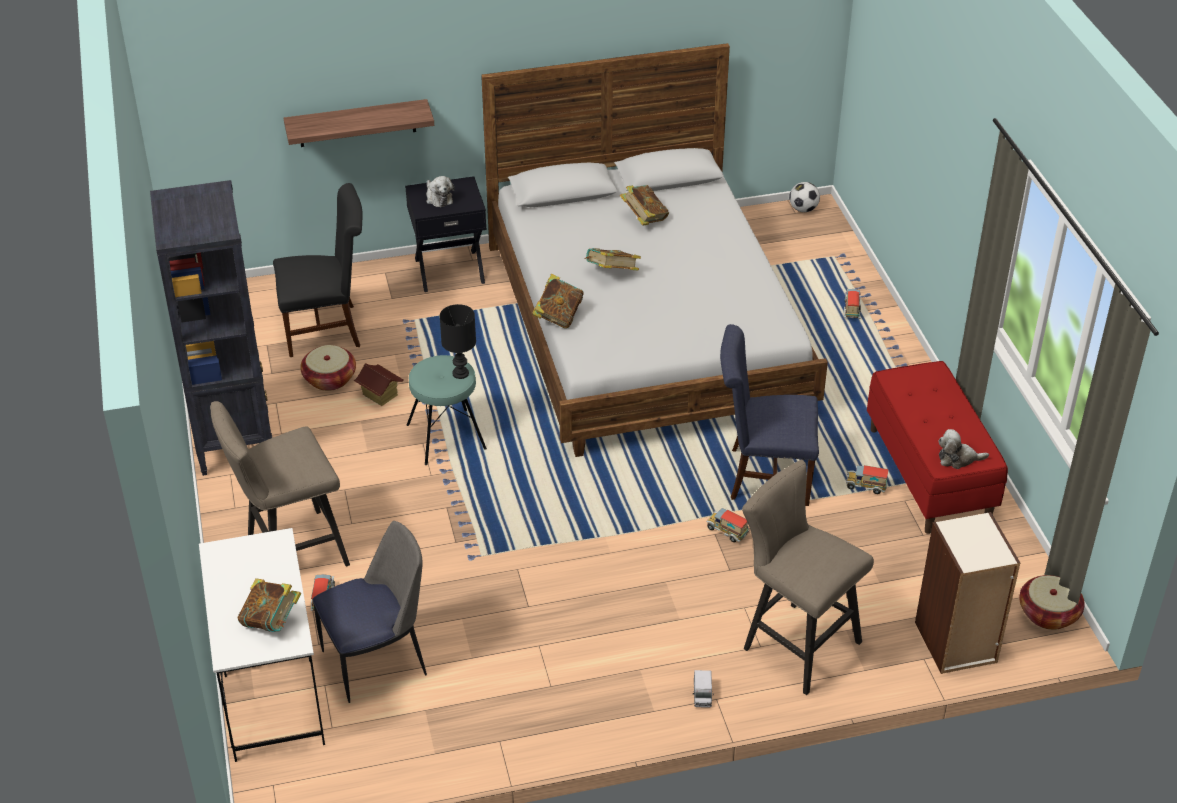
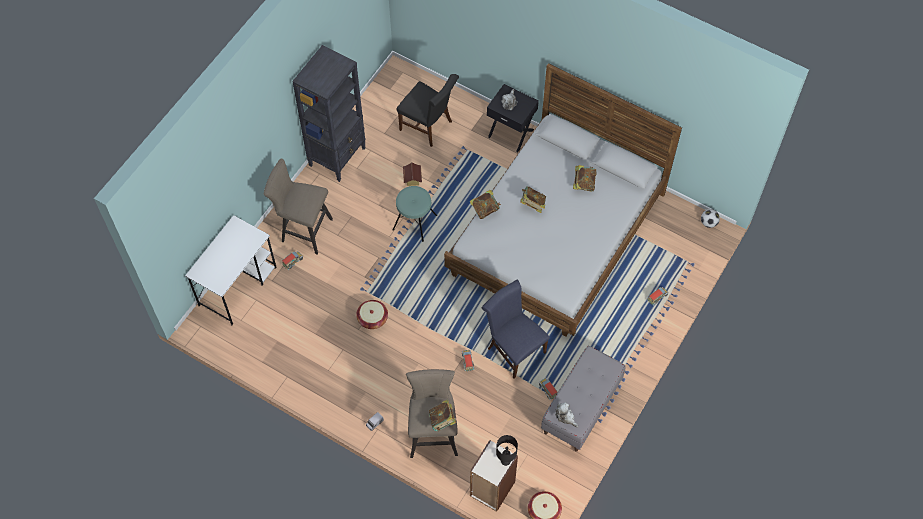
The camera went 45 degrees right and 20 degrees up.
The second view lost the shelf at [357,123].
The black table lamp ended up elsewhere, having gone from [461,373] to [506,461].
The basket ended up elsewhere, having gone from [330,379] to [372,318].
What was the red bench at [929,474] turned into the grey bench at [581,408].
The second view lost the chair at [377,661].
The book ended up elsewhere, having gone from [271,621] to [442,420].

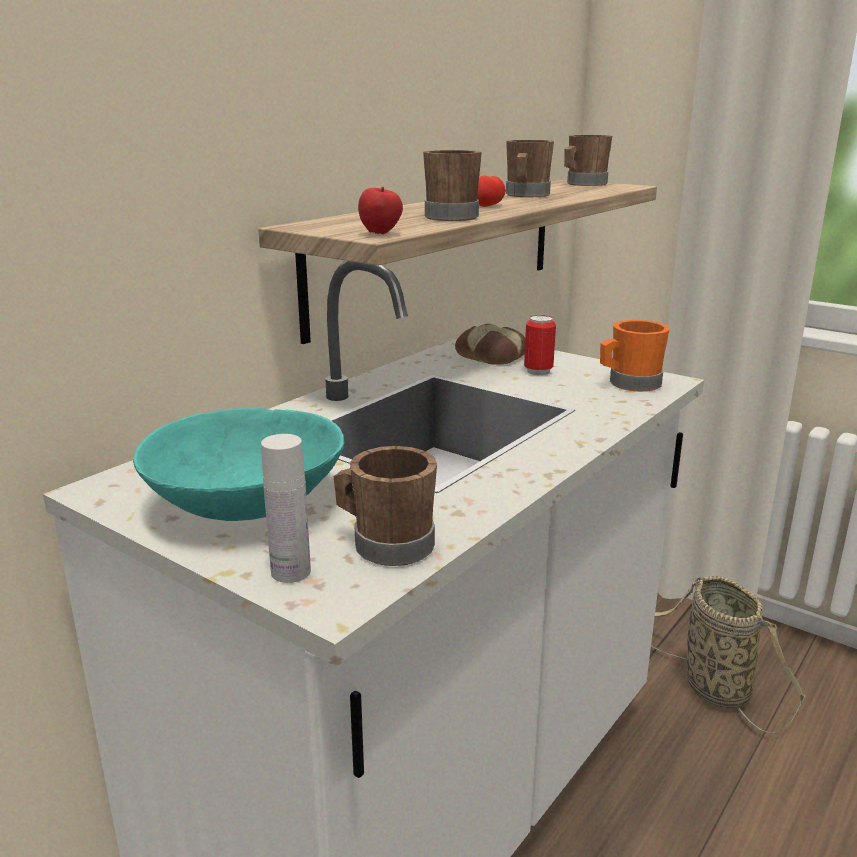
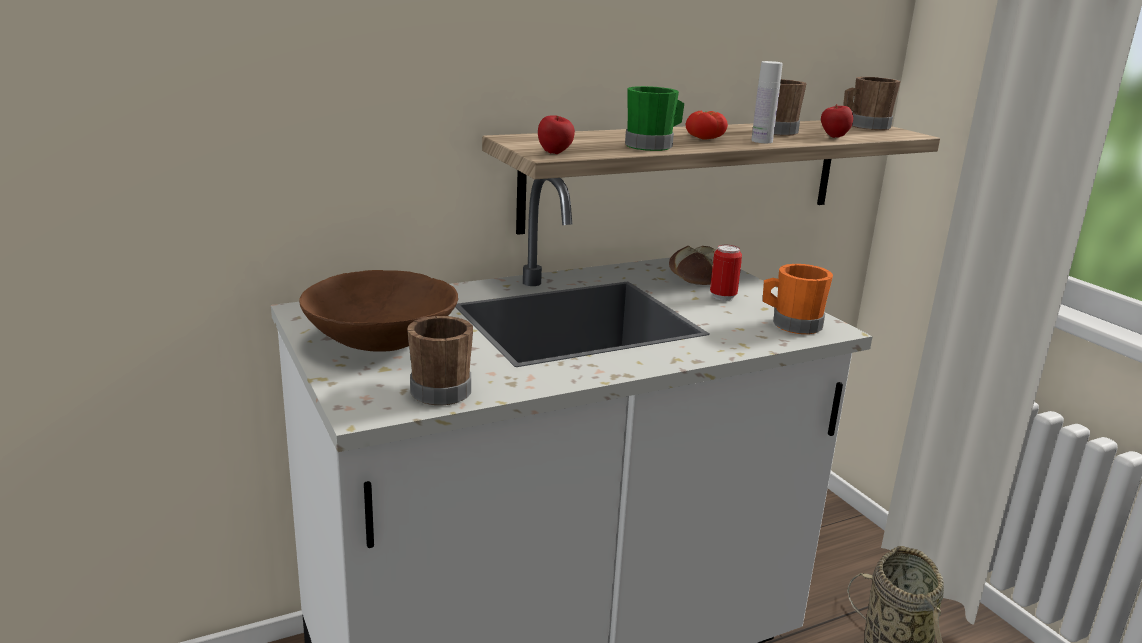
The camera went 25 degrees right and 0 degrees up.
What was the brown mug at [455,216] turned into the green mug at [653,145].
What was the turquoise bowl at [247,502] turned into the brown bowl at [382,340].
The white bottle ended up elsewhere, having gone from [291,572] to [762,141].
The second view gained the apple at [834,137].

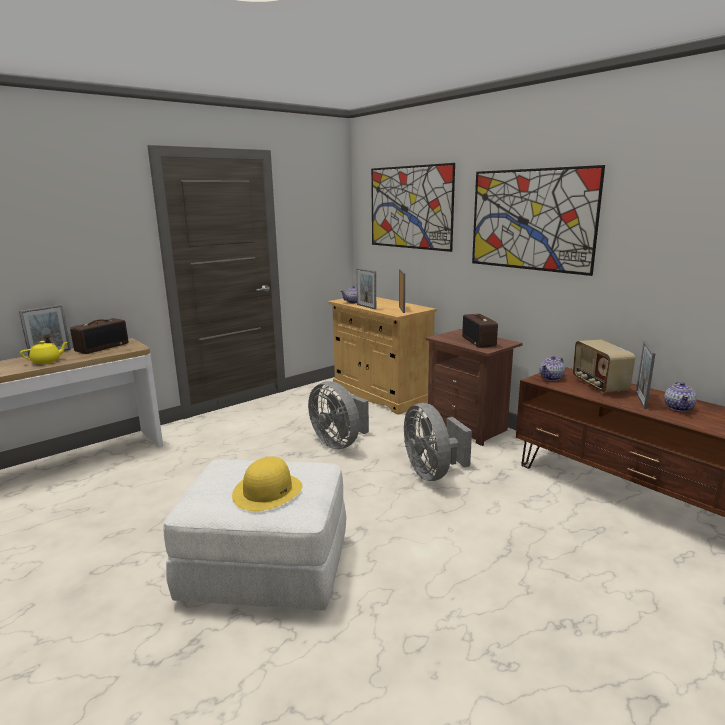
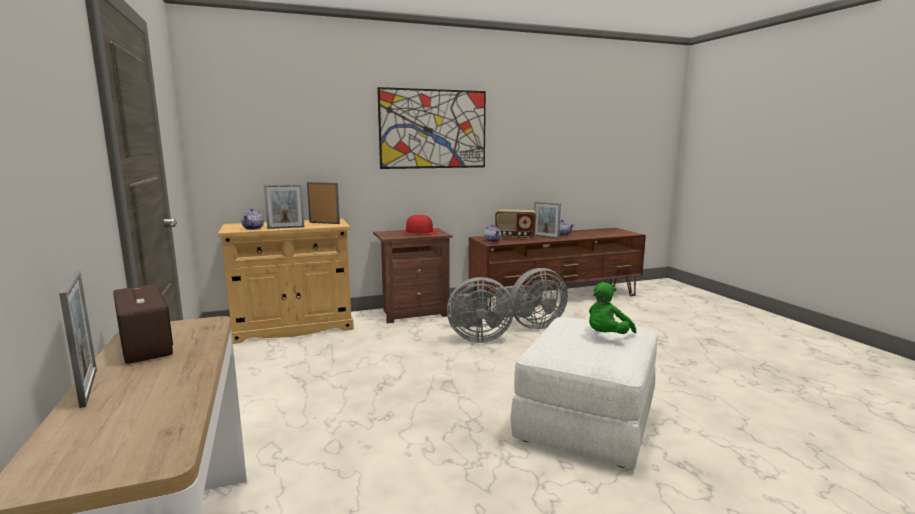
The camera went 70 degrees left and 5 degrees down.
The second view lost the picture at [410,207].
Where the radio stood at [479,341], the red hat came to stand at [419,232].
The second view lost the yellow teapot at [47,361].
The grey fan ended up elsewhere, having gone from [339,443] to [531,326].
Where the yellow hat stood at [268,491], the green plush toy came to stand at [607,336].

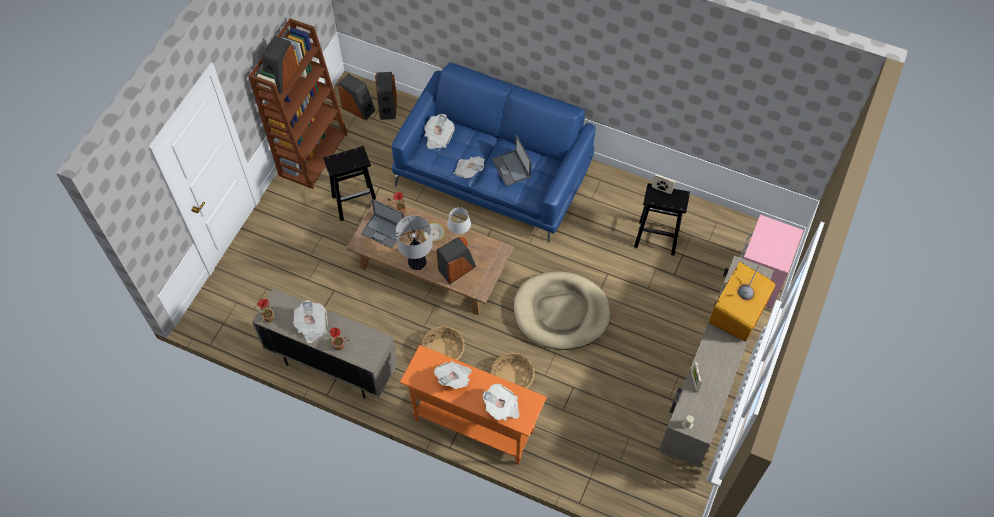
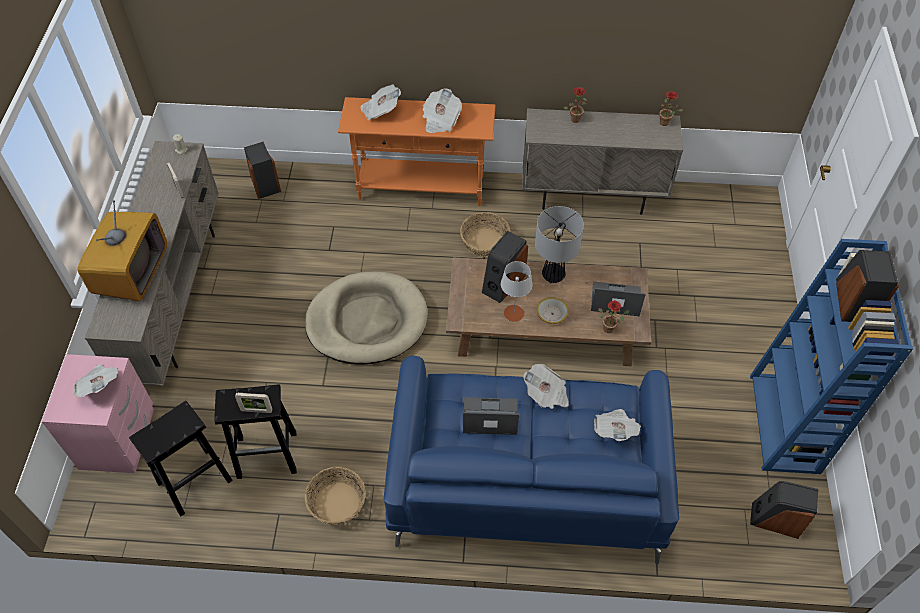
The camera went 160 degrees right and 5 degrees down.
What was the brown bookcase at [313,154] turned into the blue bookcase at [785,424].
The speaker ended up elsewhere, having gone from [387,107] to [264,183].
The laptop at [511,168] ended up facing another way, 45 degrees counterclockwise from before.
The black stool ended up elsewhere, having gone from [356,202] to [193,482].
The newspaper ended up elsewhere, having gone from [312,326] to [99,386].
The basket ended up elsewhere, having gone from [512,379] to [337,503].

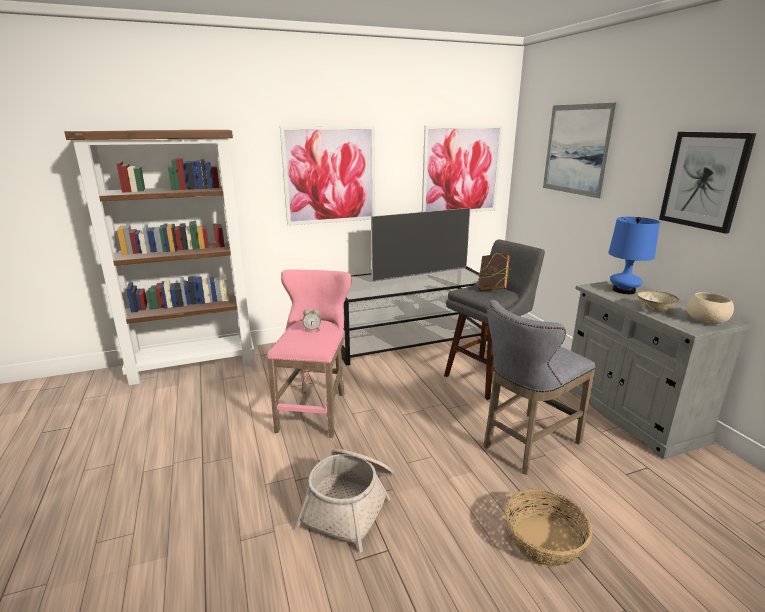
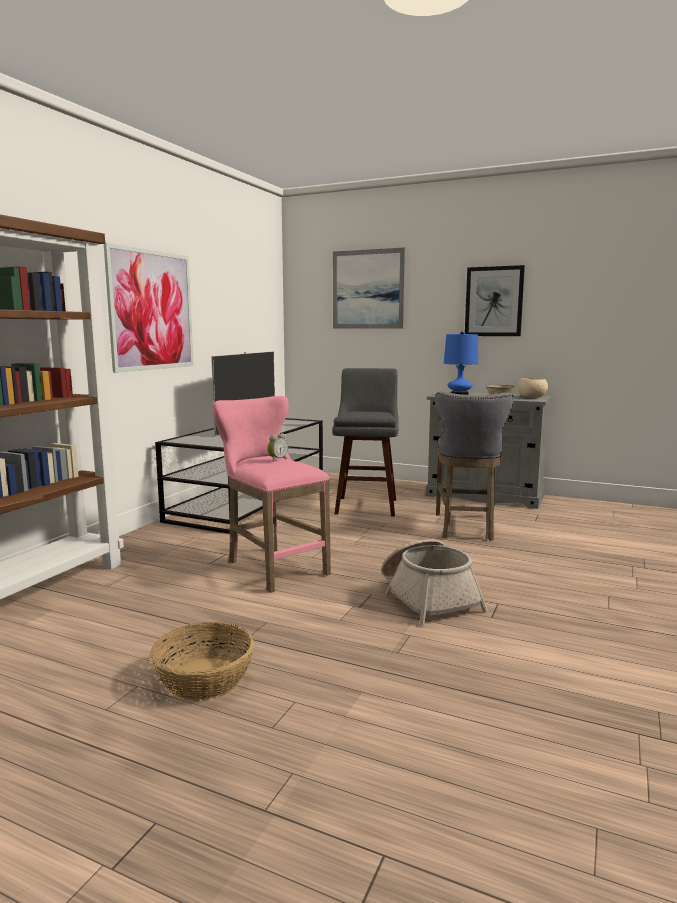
The camera went 45 degrees left and 10 degrees down.
The second view lost the picture at [461,170].
The second view lost the book at [492,289].
The basket ended up elsewhere, having gone from [544,541] to [205,678].

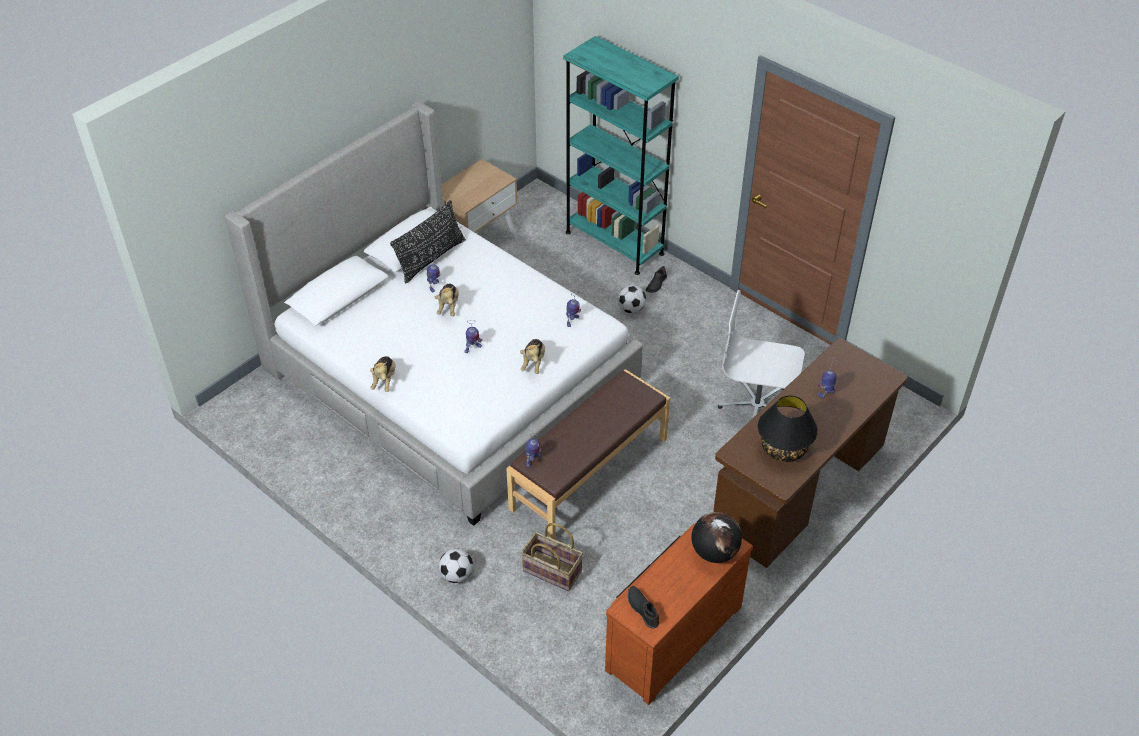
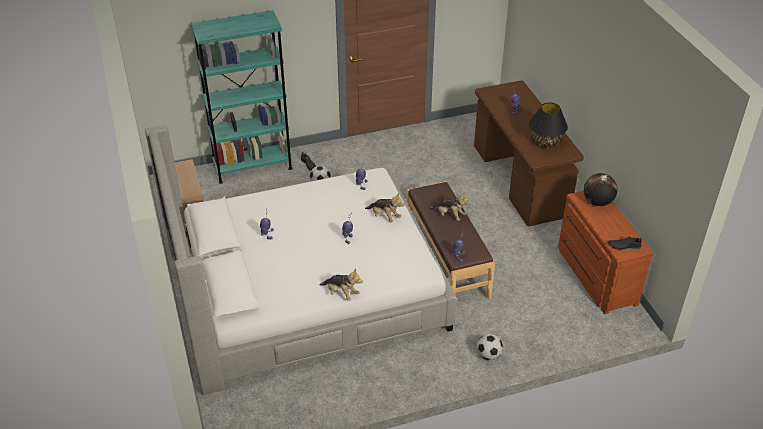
The camera went 60 degrees left and 5 degrees down.
The second view lost the black pillow at [431,259].
The plush toy ended up elsewhere, having gone from [448,306] to [449,215].
The second view lost the white office chair at [757,407].
The second view lost the basket at [551,571].

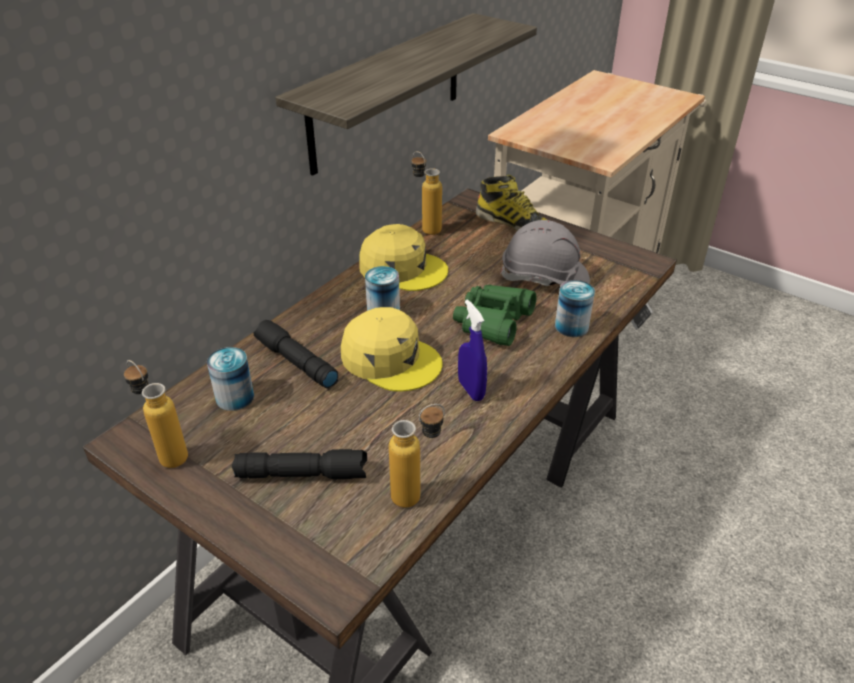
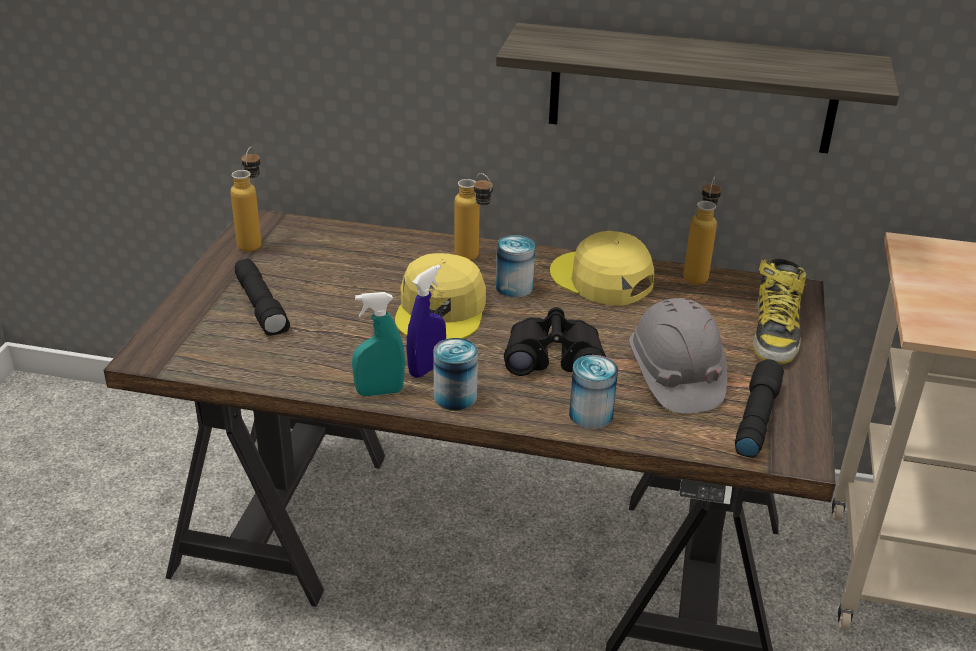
The camera went 65 degrees right and 5 degrees down.
The yellow cap at [403,268] ended up facing another way, 135 degrees clockwise from before.
What was the green binoculars at [493,321] turned into the black binoculars at [554,358].
The black flashlight ended up elsewhere, having gone from [295,362] to [755,417].
The can ended up elsewhere, having gone from [235,397] to [455,397].
The bottle ended up elsewhere, having gone from [417,494] to [473,259].
The second view gained the turquoise spray bottle at [379,392].

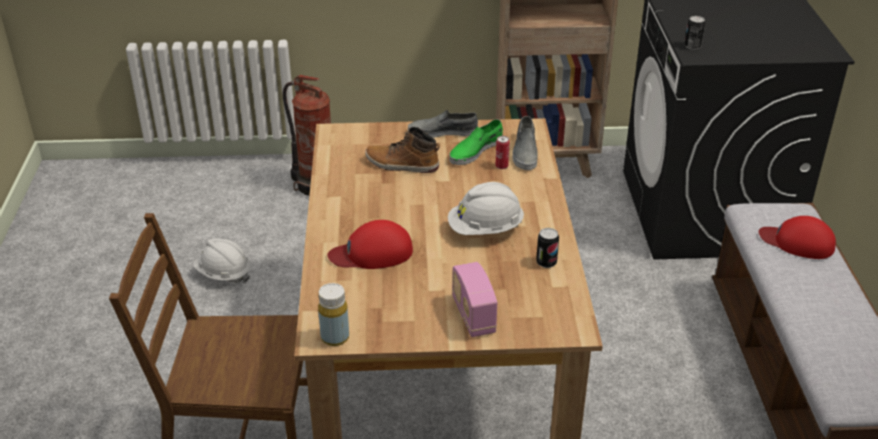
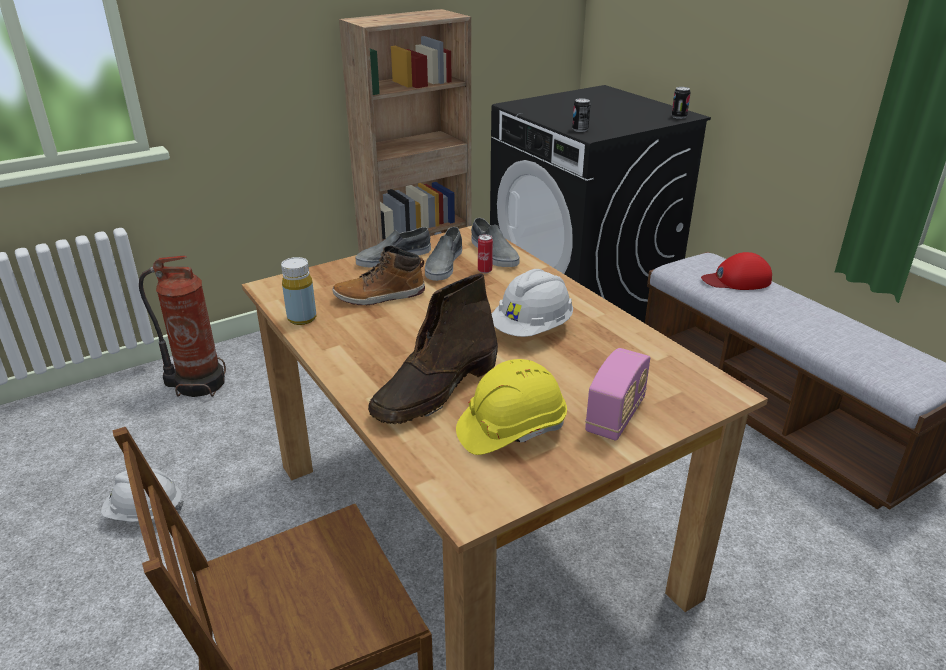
The camera went 30 degrees left and 5 degrees down.
What was the green shoe at [475,150] turned into the grey shoe at [444,264].
Where the red cap stood at [372,253], the brown boot came to stand at [435,390].
The can ended up elsewhere, having gone from [546,262] to [679,116].
The radio at [473,316] ended up facing another way, 105 degrees counterclockwise from before.
The yellow bottle ended up elsewhere, having gone from [335,337] to [302,318].
The second view gained the yellow hard hat at [511,429].

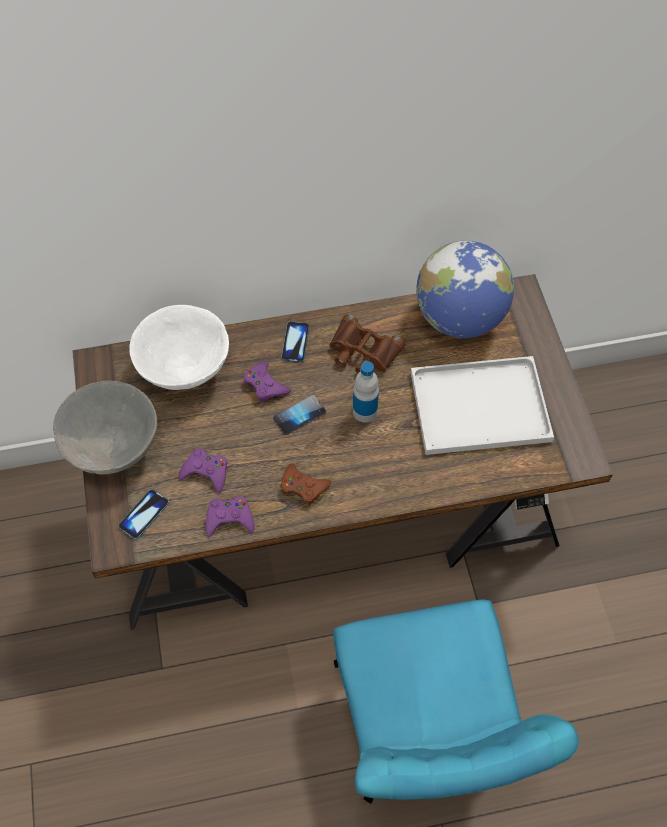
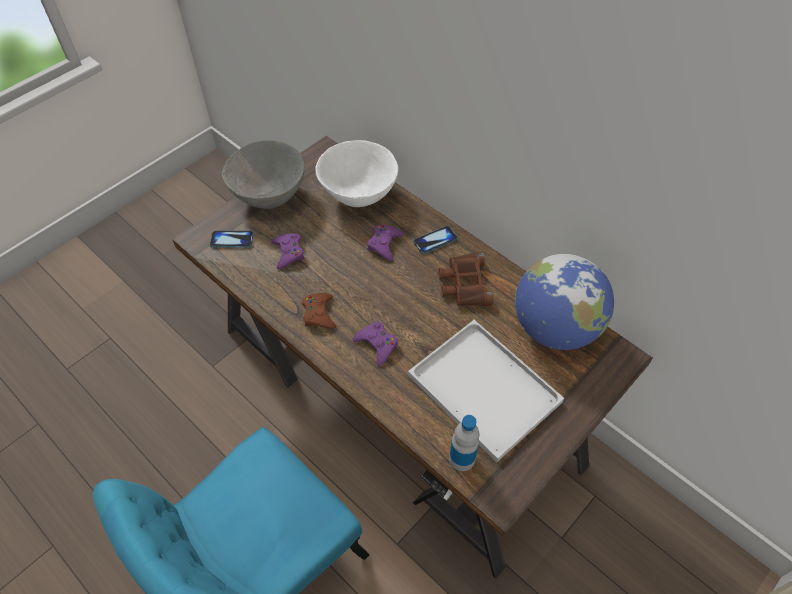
The camera went 55 degrees right and 5 degrees down.
The bottle ended up elsewhere, having gone from [365,411] to [462,458].
The second view lost the phone at [299,415].
The purple game controller ended up elsewhere, having gone from [229,518] to [377,345].

